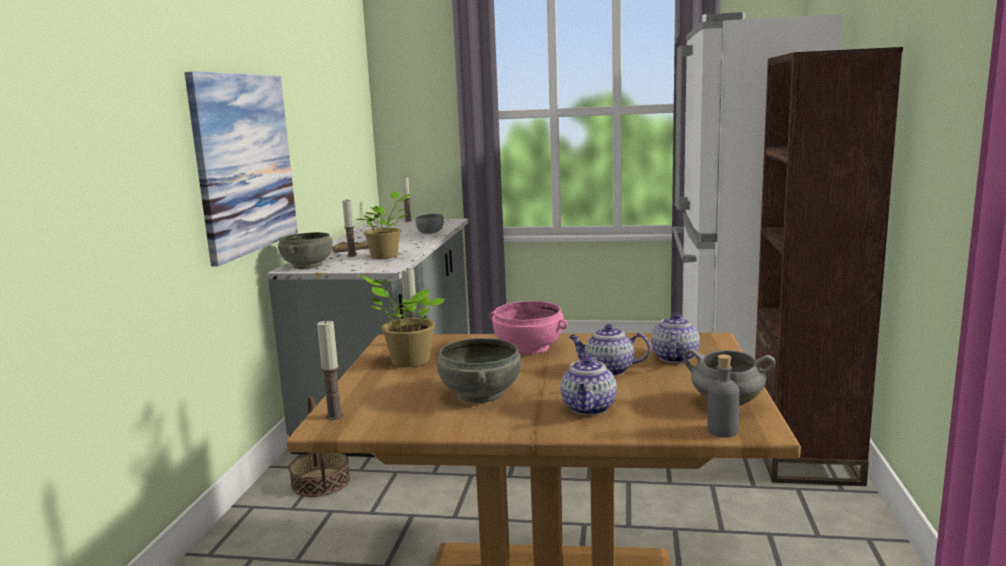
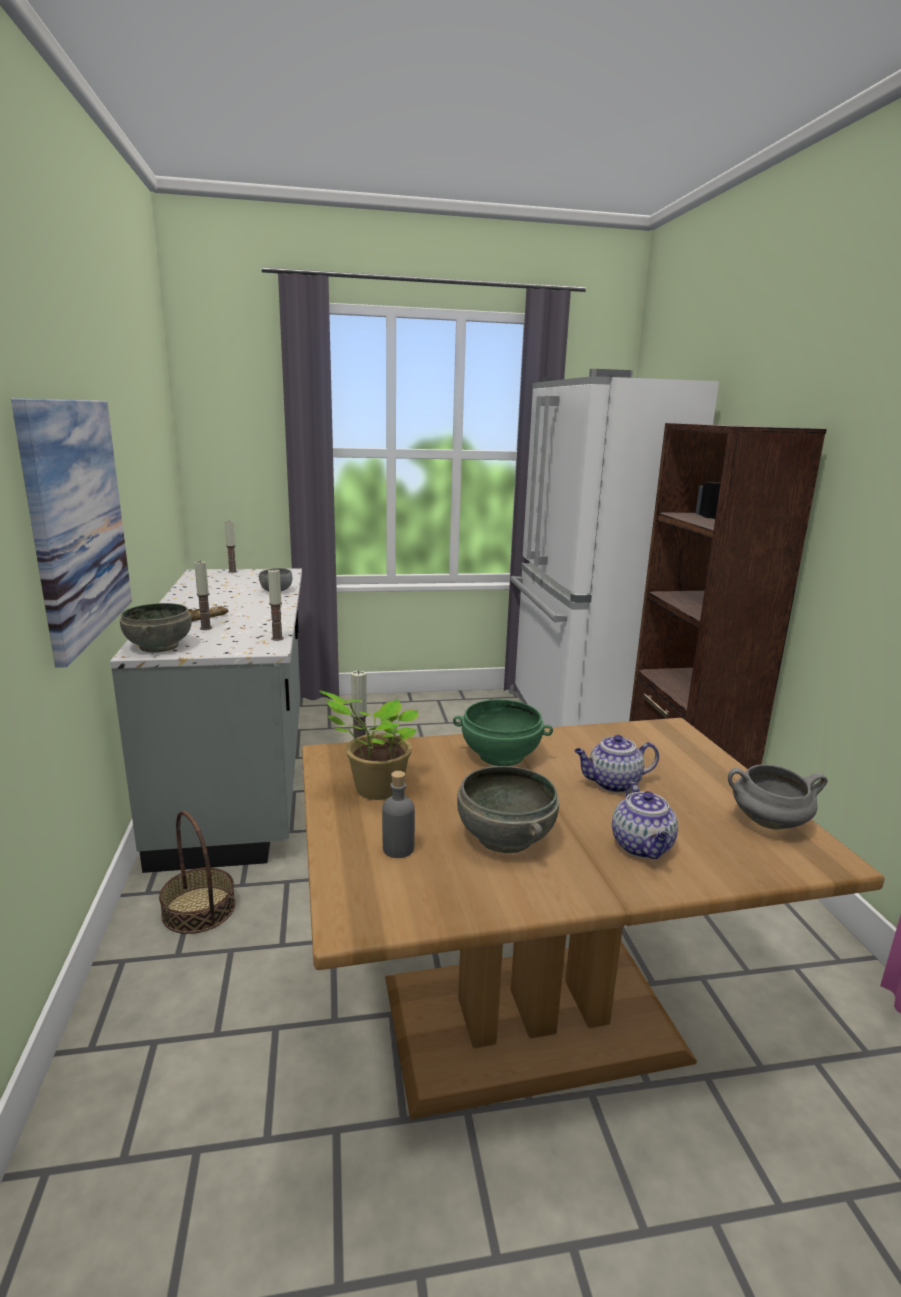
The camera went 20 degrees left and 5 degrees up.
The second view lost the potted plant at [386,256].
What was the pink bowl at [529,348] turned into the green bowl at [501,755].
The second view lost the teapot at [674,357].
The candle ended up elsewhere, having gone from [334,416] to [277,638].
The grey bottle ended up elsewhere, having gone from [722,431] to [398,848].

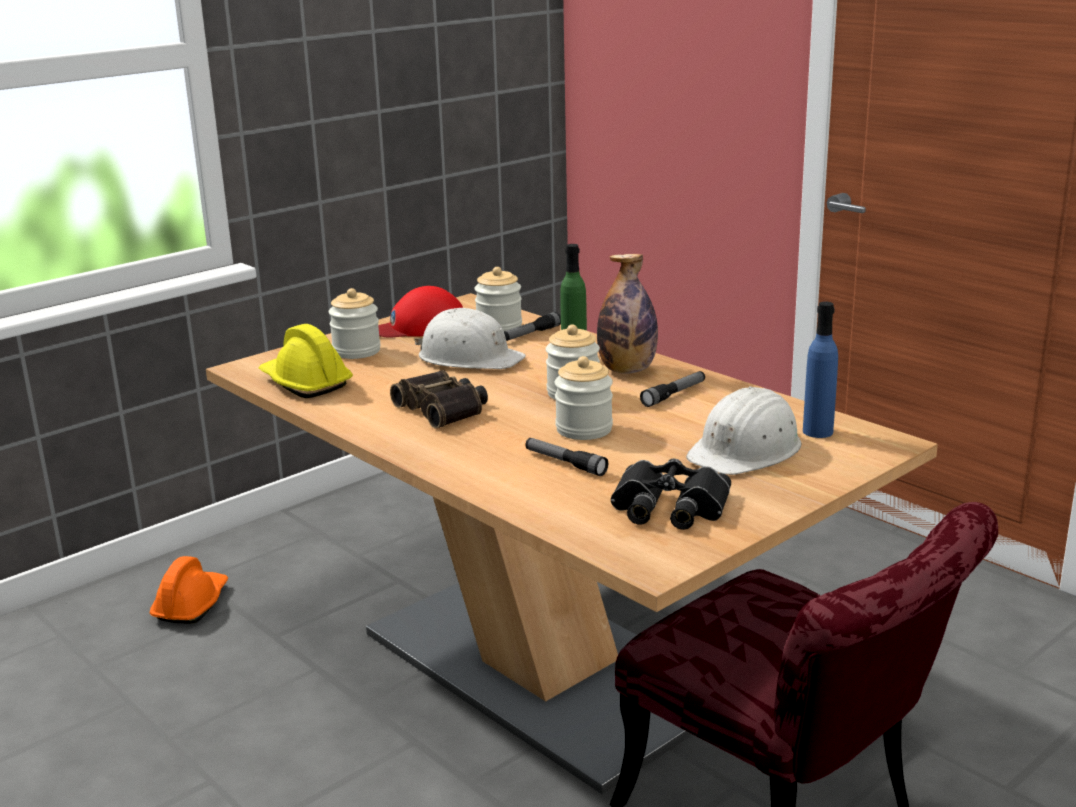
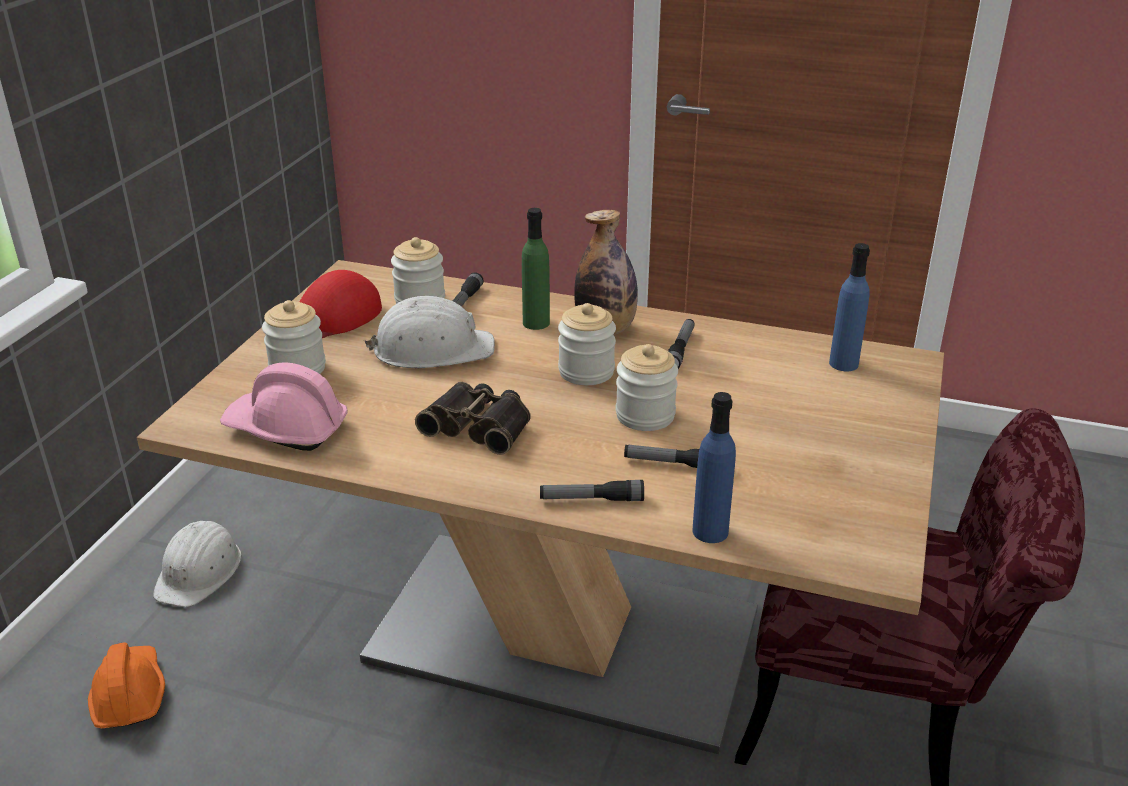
The camera went 30 degrees left and 10 degrees up.
What was the yellow hard hat at [305,383] turned into the pink hard hat at [286,428].
The white hard hat ended up elsewhere, having gone from [746,450] to [199,571].
The second view lost the black binoculars at [668,507].
The second view gained the blue bottle at [710,531].
The second view gained the flashlight at [591,499].

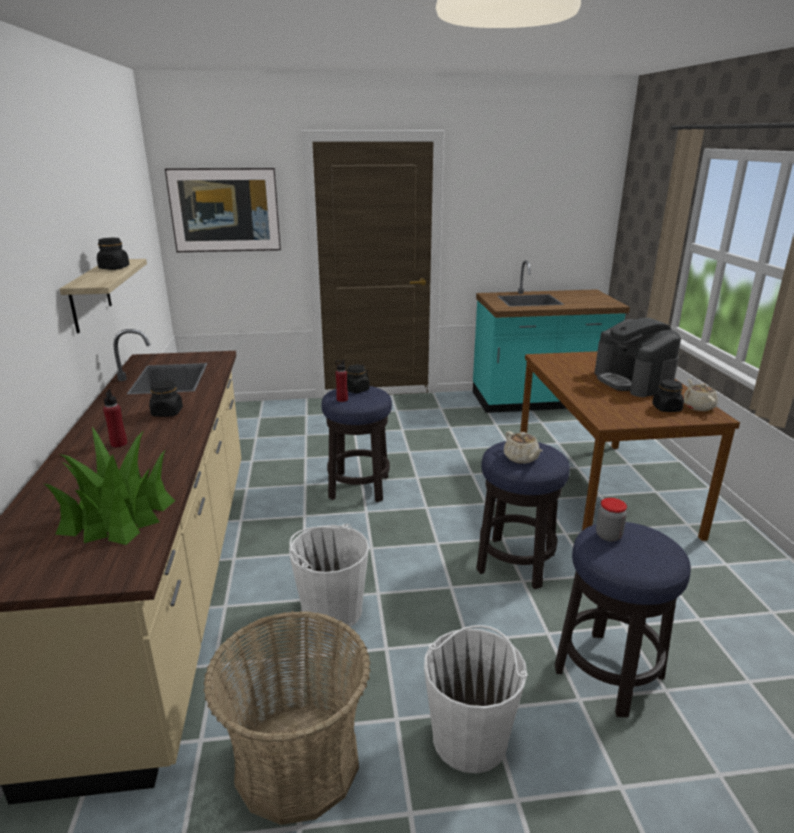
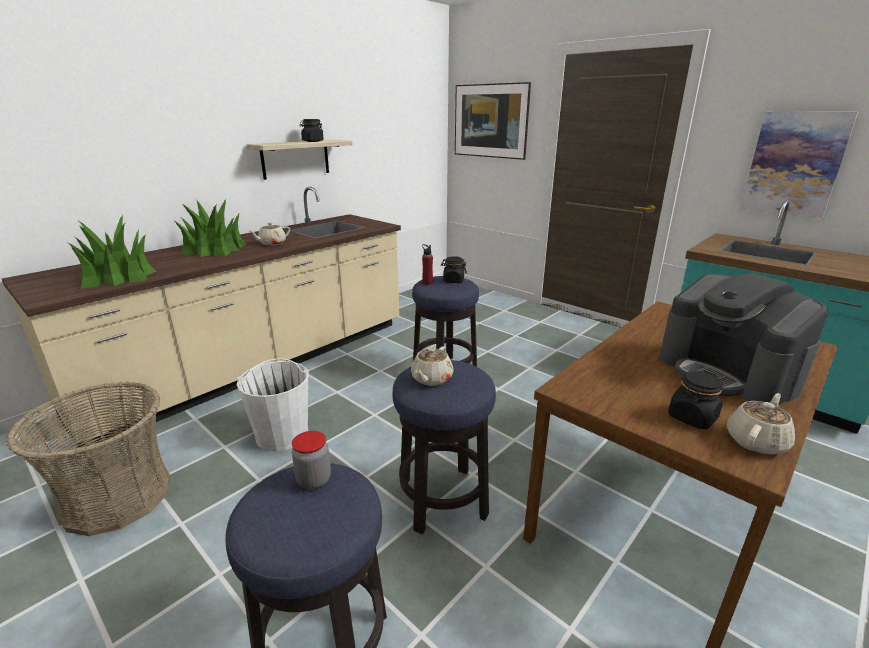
The camera went 50 degrees right and 0 degrees up.
The coffee machine at [633,381] ended up facing another way, 60 degrees counterclockwise from before.
Where the black jar stood at [167,413], the beige teapot came to stand at [272,243].
Where the red bottle stood at [119,444], the potted plant came to stand at [214,249].
The second view lost the white bucket at [470,737].
The second view gained the picture at [794,163].

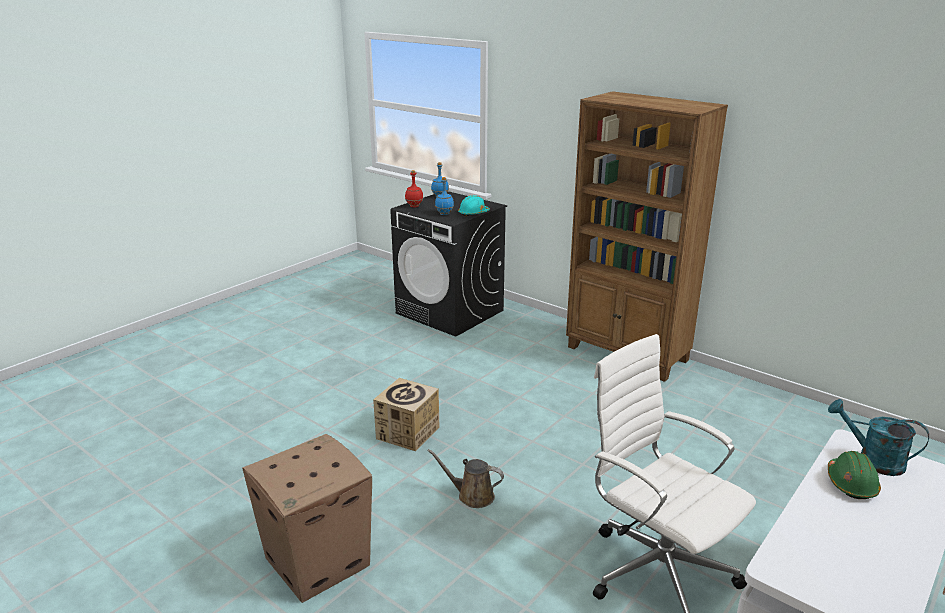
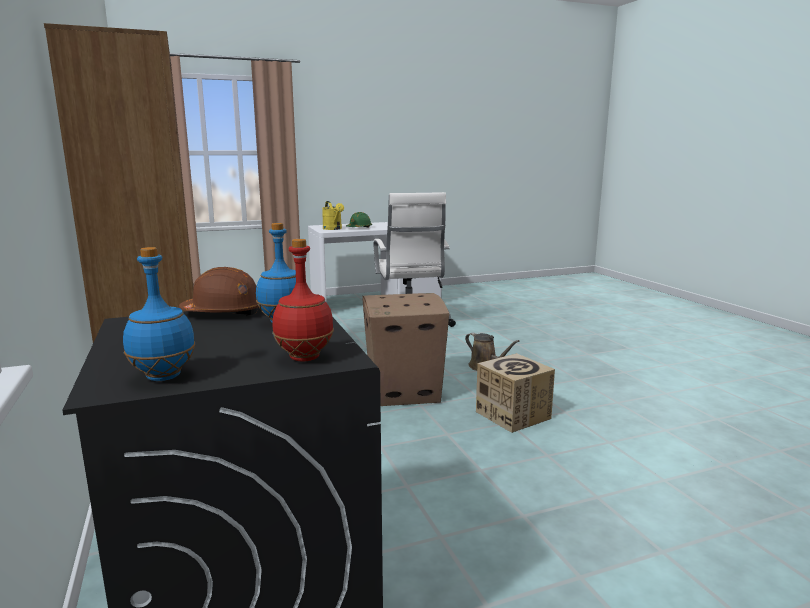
The camera went 150 degrees left and 10 degrees down.
What was the turquoise hard hat at [473,213] turned into the brown hard hat at [224,312].
What was the turquoise watering can at [872,460] turned into the yellow watering can at [333,229].
The cardboard box ended up elsewhere, having gone from [319,561] to [402,391].

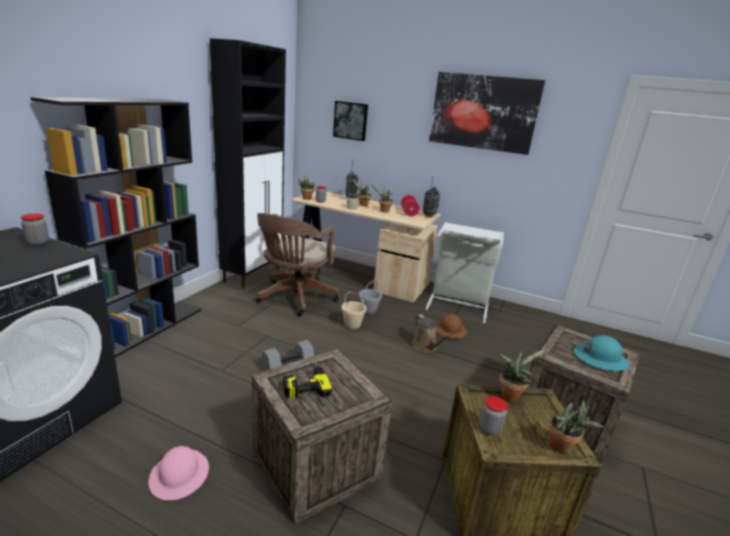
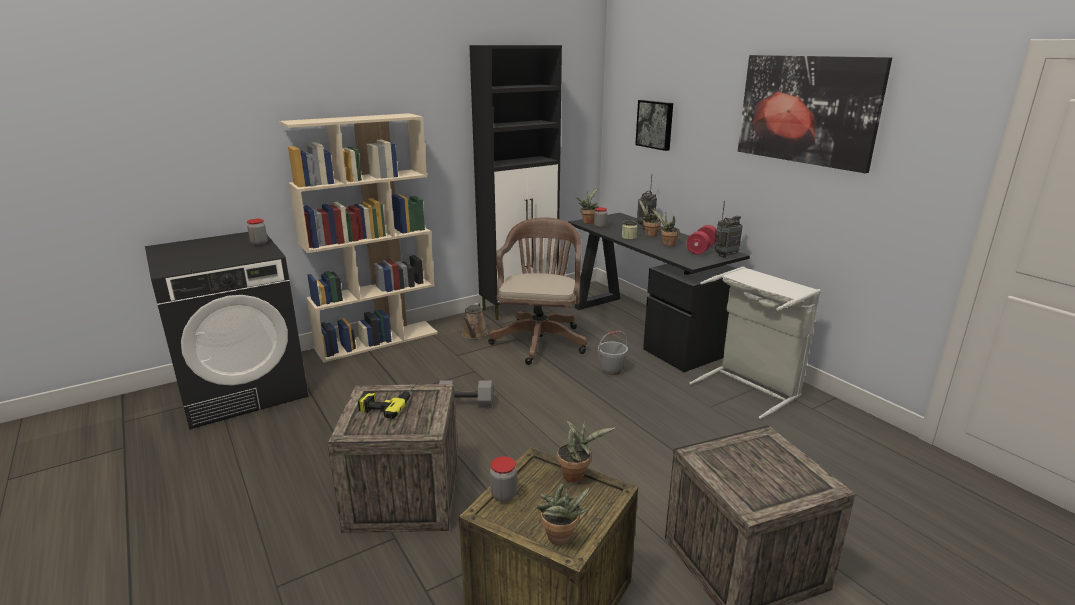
The camera went 35 degrees right and 0 degrees up.
What was the black bookcase at [146,328] turned into the beige bookcase at [378,340].
What was the beige desk at [359,275] turned into the black desk at [644,327].
The brown office chair at [295,298] ended up facing another way, 135 degrees clockwise from before.
The second view lost the beige bucket at [352,325].
The brown watering can ended up elsewhere, having gone from [426,346] to [474,335].
The second view lost the brown hard hat at [450,330].
The second view lost the turquoise hard hat at [600,358].
The second view lost the pink hard hat at [180,475].

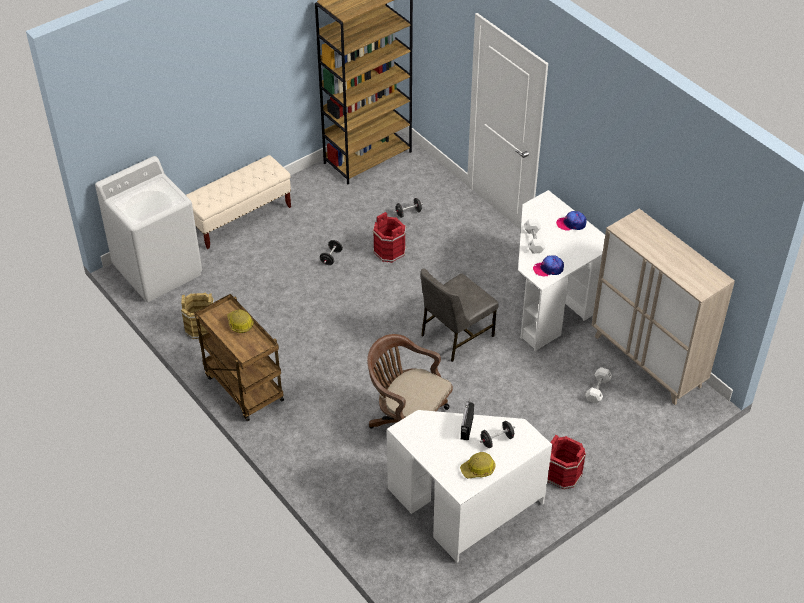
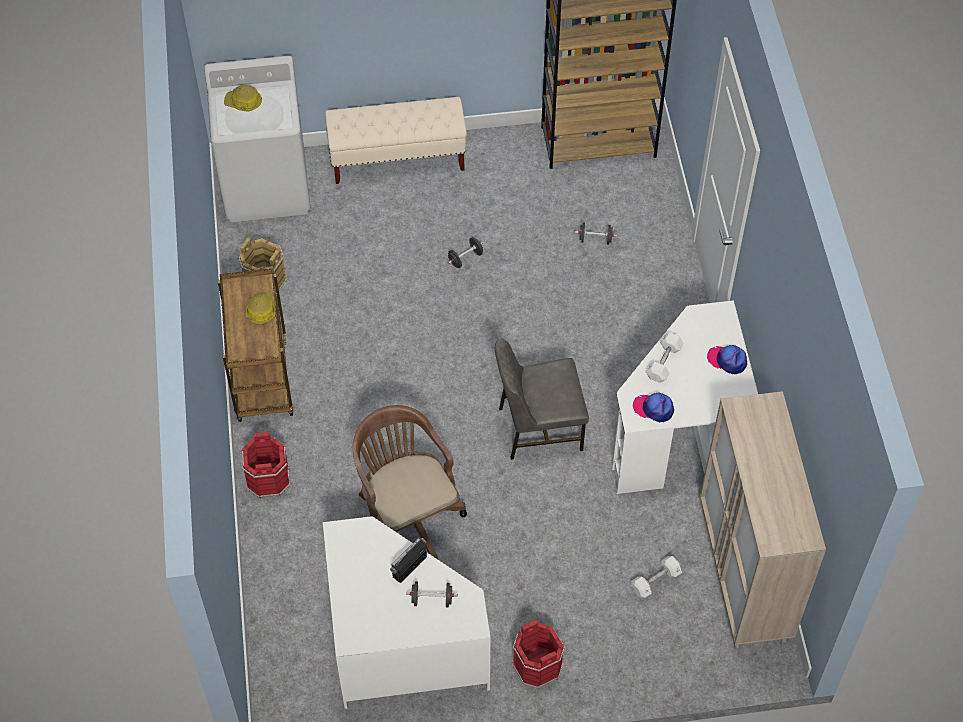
The camera went 30 degrees right and 10 degrees up.
The red bucket ended up elsewhere, having gone from [389,251] to [268,479].
The hard hat ended up elsewhere, having gone from [478,469] to [244,102].

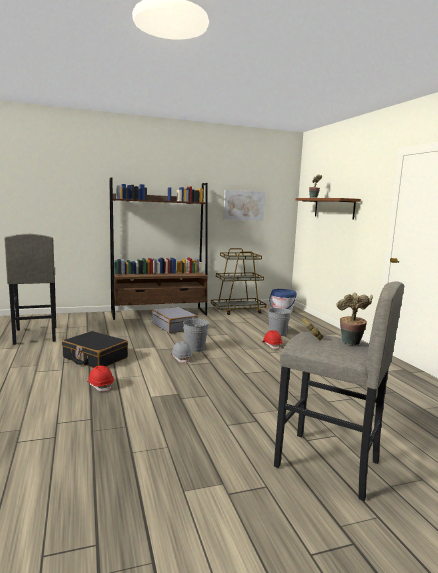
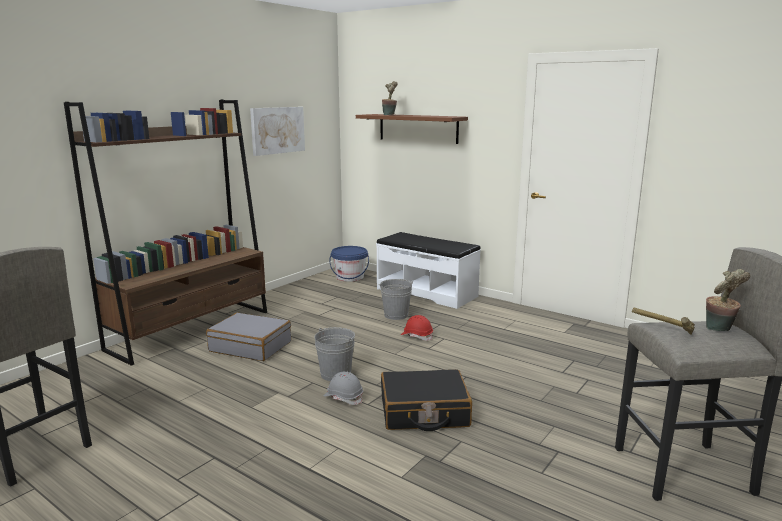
The camera went 35 degrees left and 5 degrees up.
The second view lost the brown cart at [238,310].
The black suitcase ended up elsewhere, having gone from [95,358] to [424,412].
The second view lost the red hard hat at [100,385].
The second view gained the white bench at [427,292].

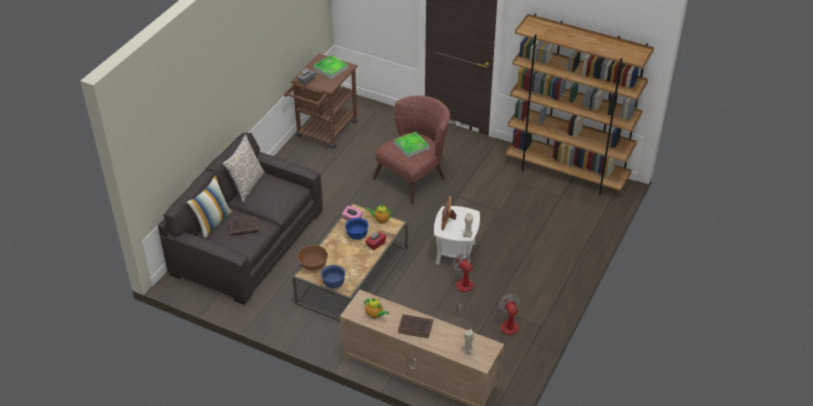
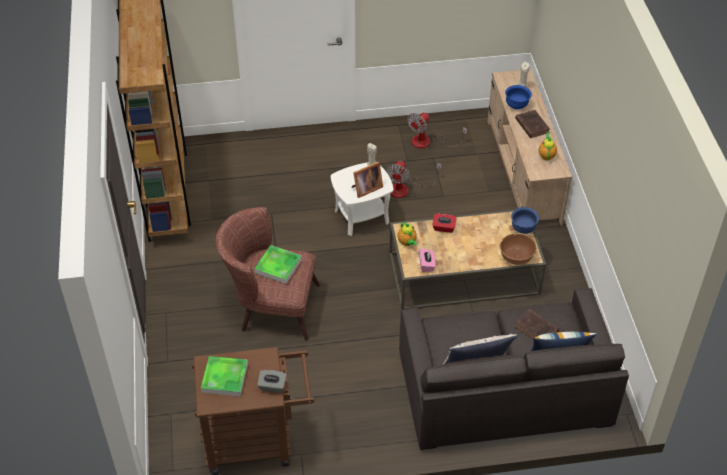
The camera went 125 degrees left and 5 degrees up.
The blue bowl ended up elsewhere, having gone from [357,236] to [516,105].

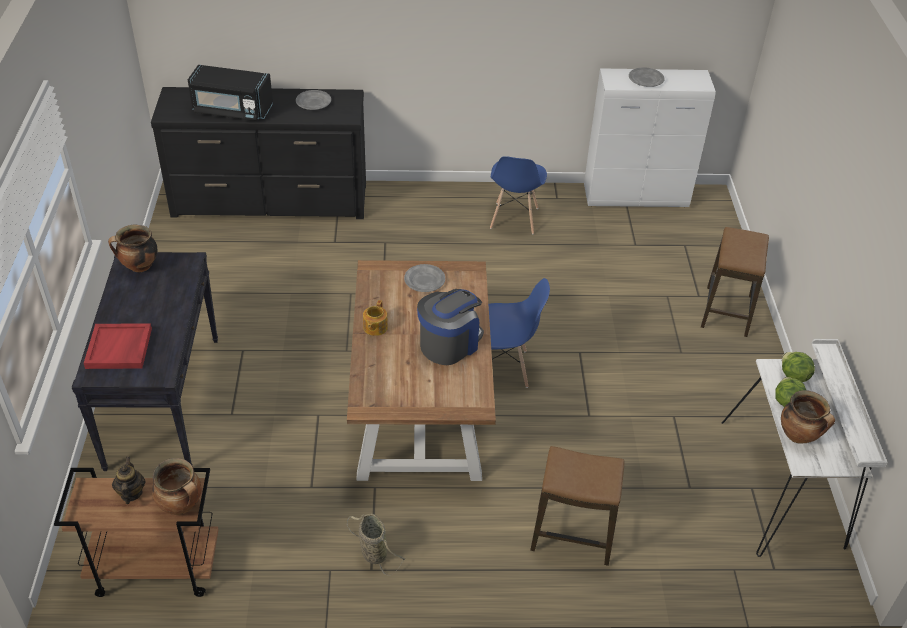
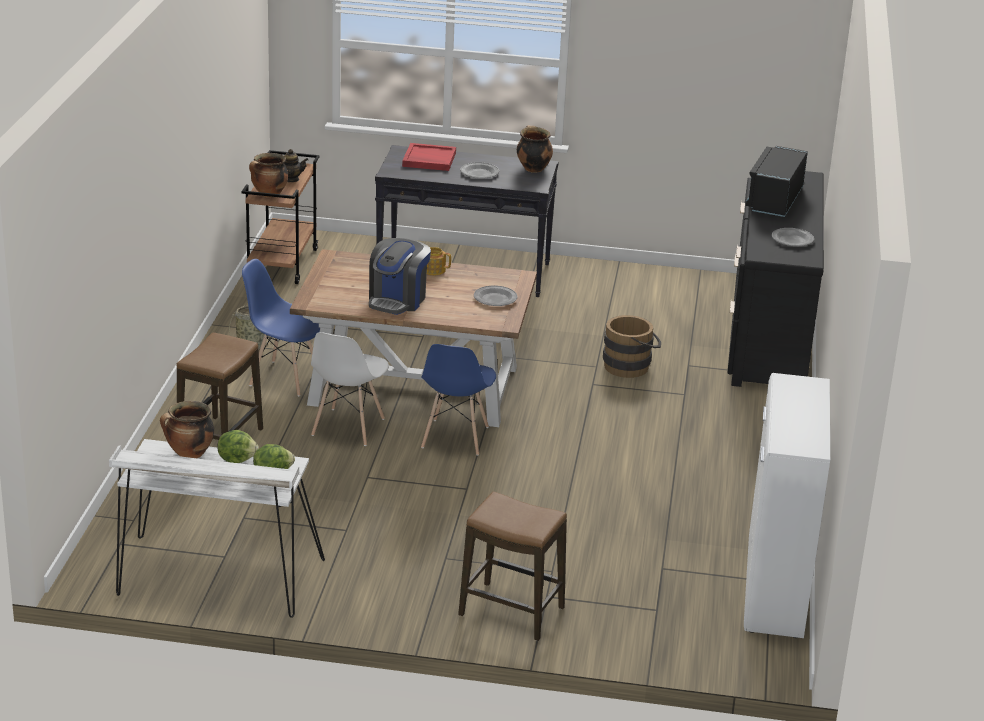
The camera went 100 degrees right and 15 degrees down.
The grey plate ended up elsewhere, having gone from [645,79] to [479,173].
The blue chair ended up elsewhere, having gone from [514,218] to [284,378].
The coffee machine at [449,343] ended up facing another way, 60 degrees clockwise from before.
The second view gained the brown bucket at [630,366].
The second view gained the white chair at [347,427].

